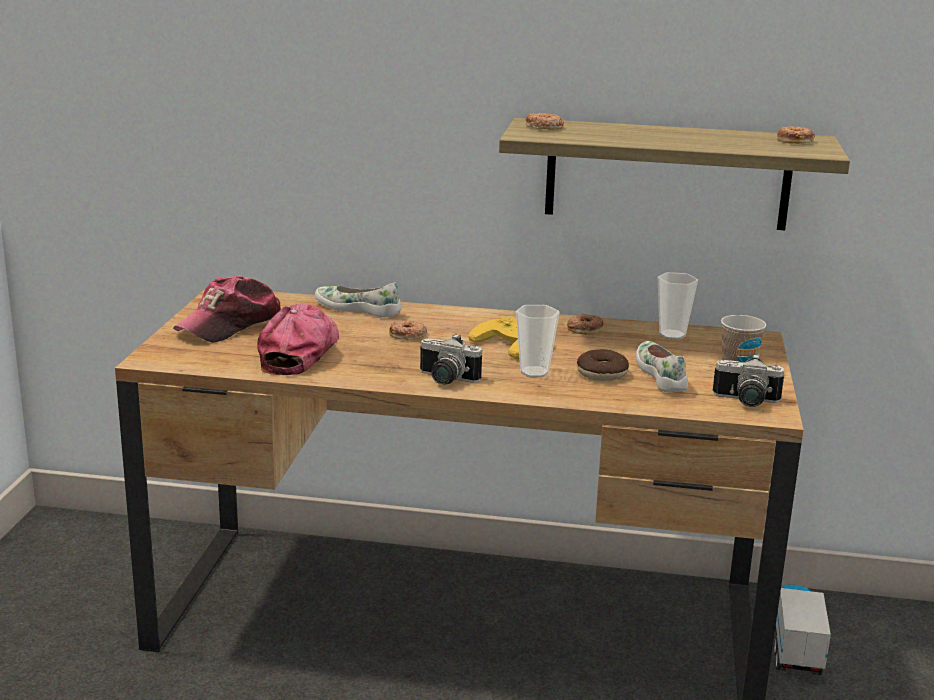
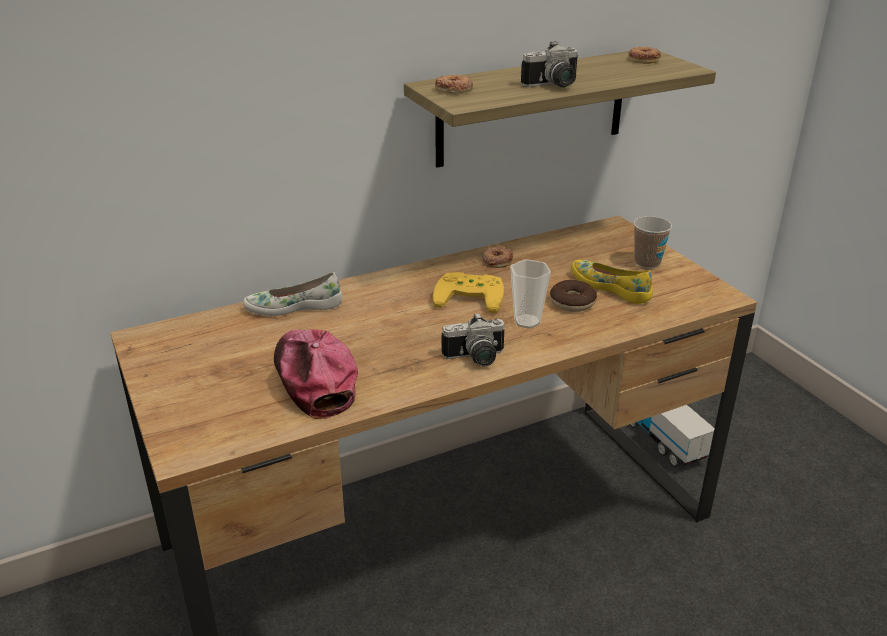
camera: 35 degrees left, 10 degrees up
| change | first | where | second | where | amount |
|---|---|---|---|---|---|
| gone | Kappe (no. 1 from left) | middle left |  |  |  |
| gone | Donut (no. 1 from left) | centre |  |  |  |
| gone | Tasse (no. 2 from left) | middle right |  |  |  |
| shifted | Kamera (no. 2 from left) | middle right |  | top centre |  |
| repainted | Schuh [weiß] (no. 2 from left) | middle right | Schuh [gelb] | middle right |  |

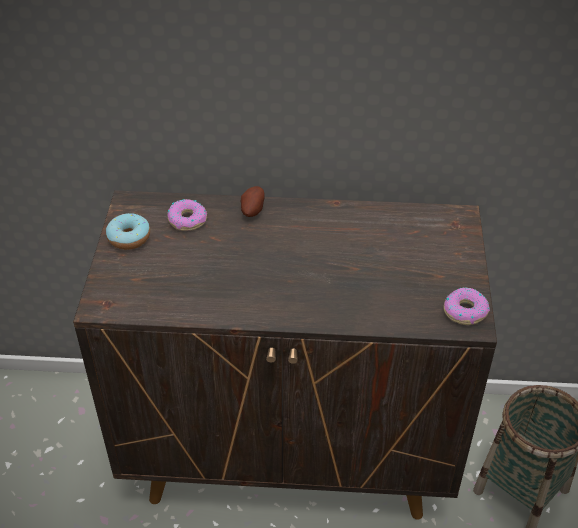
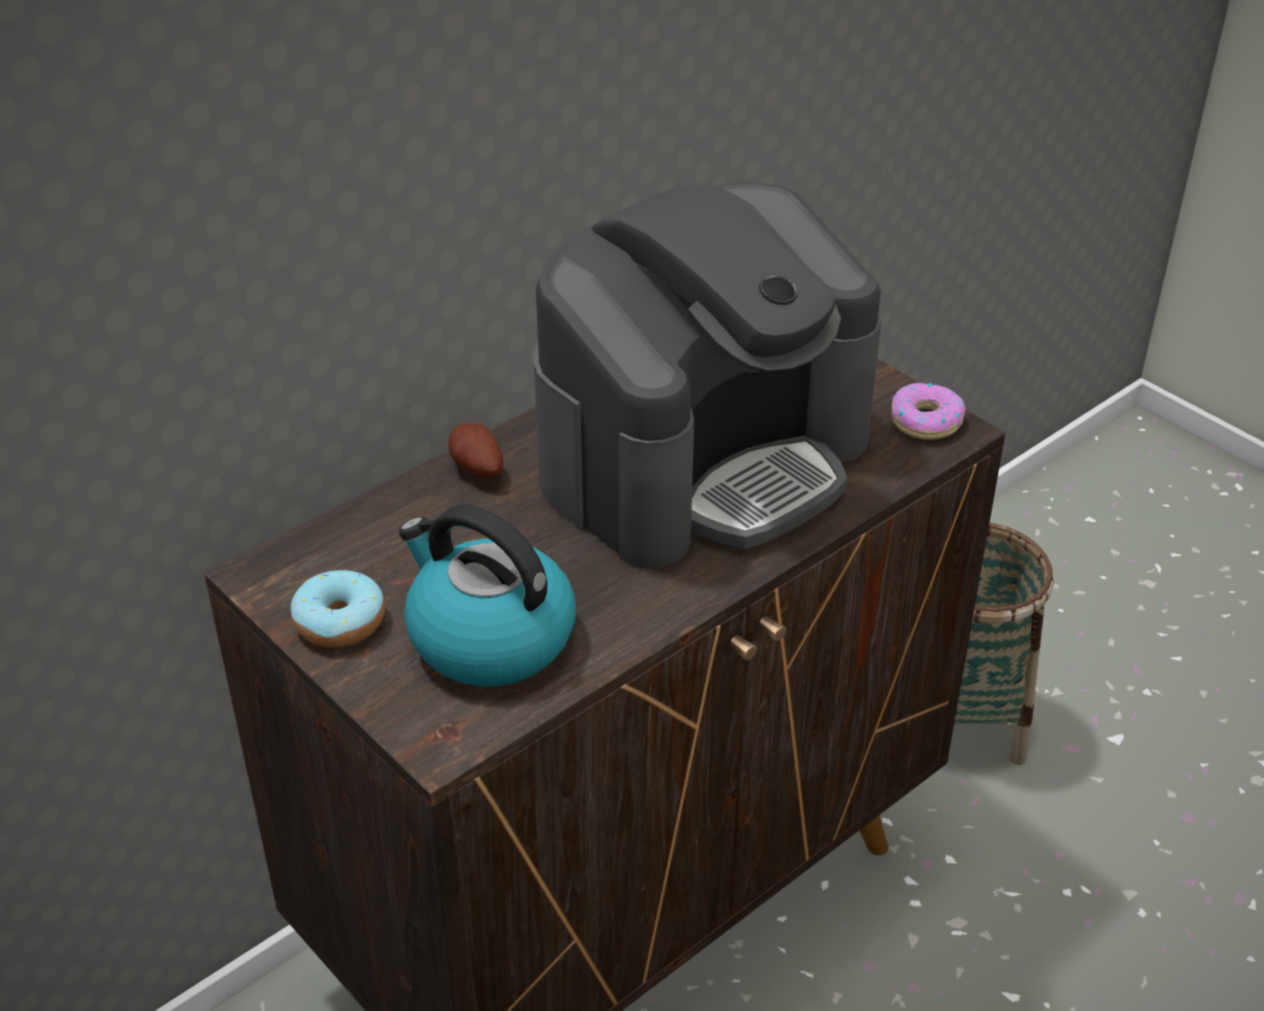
camera: 45 degrees left, 5 degrees down
| change | first | where | second | where | amount |
|---|---|---|---|---|---|
| gone | Donut (no. 2 from left) | middle left |  |  |  |
| new |  |  | Wasserkessel | centre |  |
| new |  |  | Kaffeemaschine | centre |  |

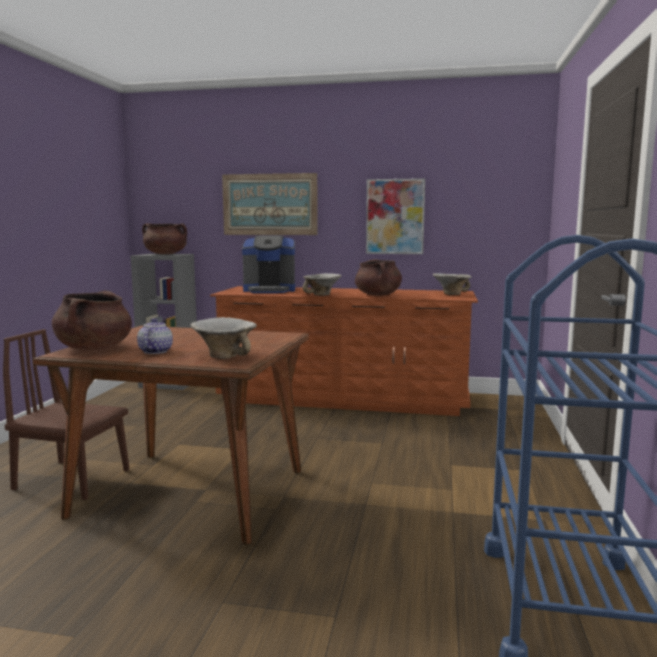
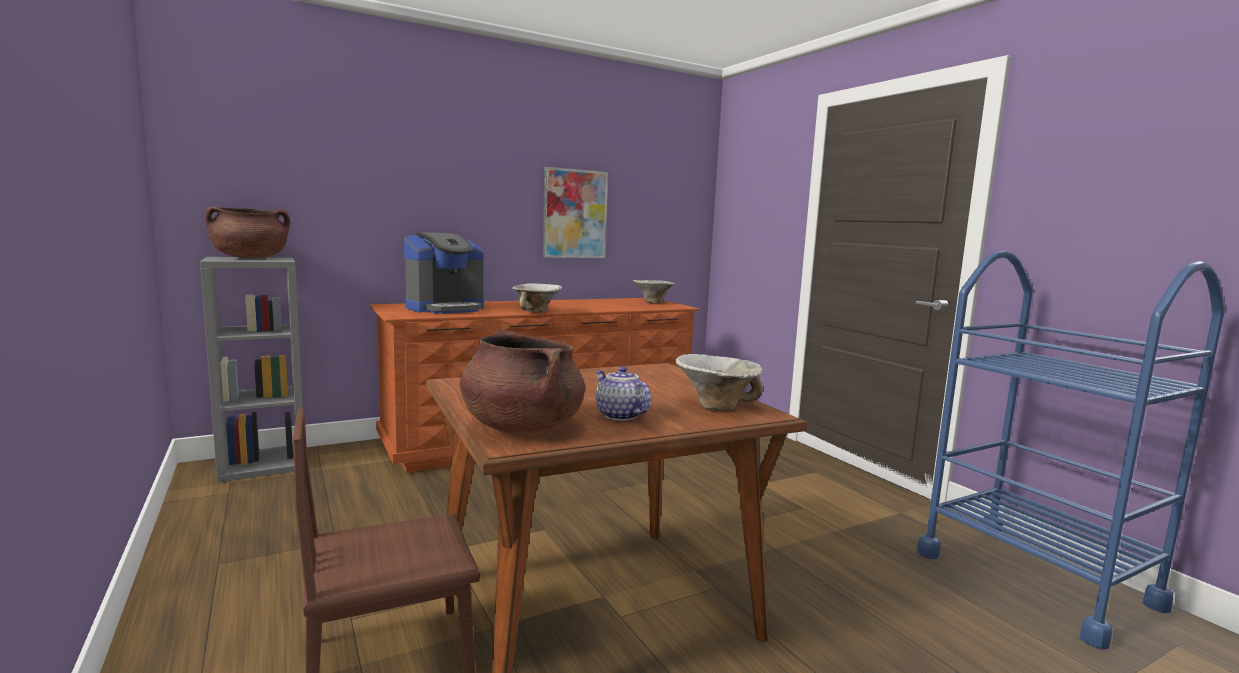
camera: 40 degrees left, 0 degrees up
| change | first | where | second | where | amount |
|---|---|---|---|---|---|
| gone | Bild (no. 1 from left) | top centre |  |  |  |
| gone | Kochtopf [braun] (no. 3 from left) | centre |  |  |  |

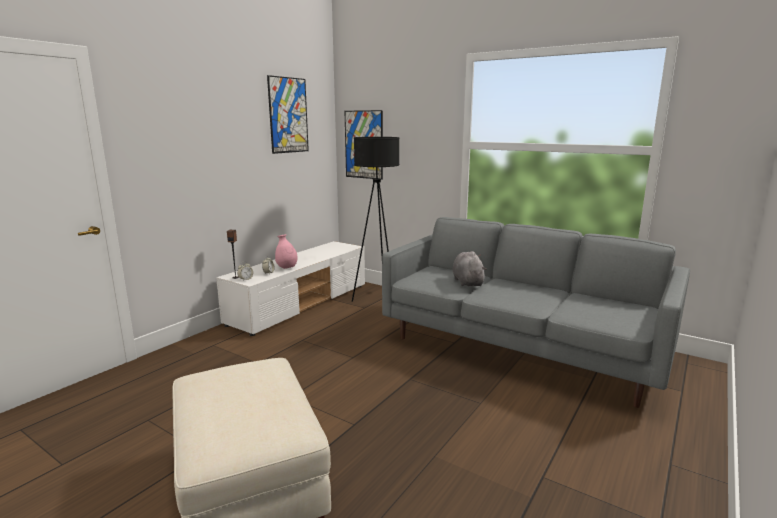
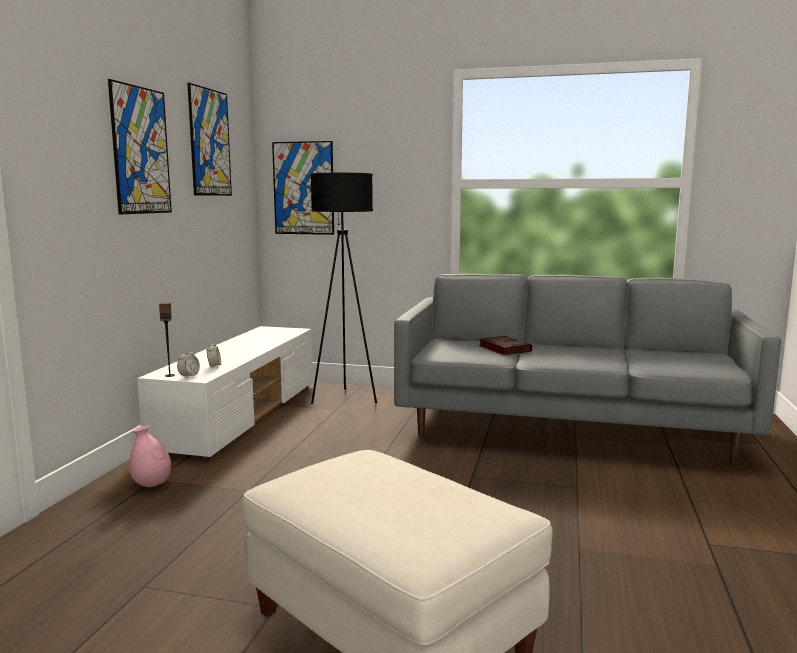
camera: 20 degrees left, 5 degrees down
| change | first | where | second | where | amount |
|---|---|---|---|---|---|
| new |  |  | Bild (no. 1 from left) | top left |  |
| shifted | Vase [rosa] | centre |  | bottom left |  |
| swapped | Plüschtier [grau] | centre | Buch | centre |  |

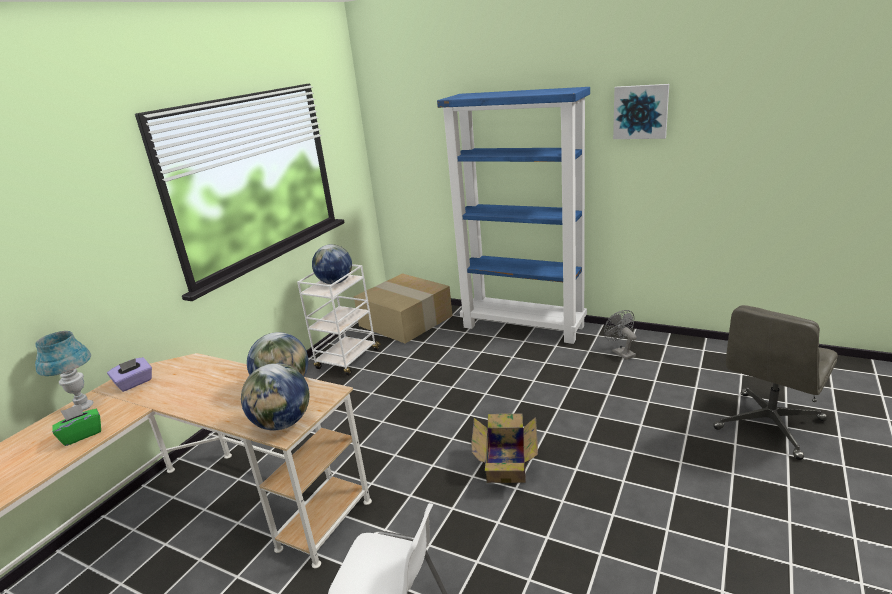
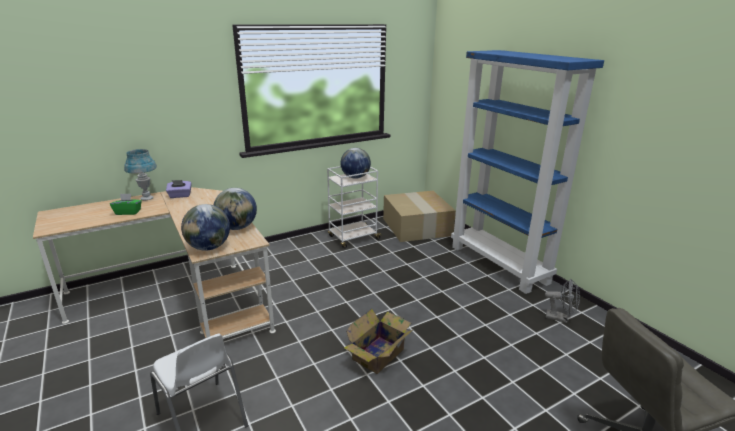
camera: 30 degrees right, 0 degrees up
| change | first | where | second | where | amount |
|---|---|---|---|---|---|
| gone | Bild | top right |  |  |  |
| rotated | Ventilator [grau] | middle right |  | bottom right | 105 degrees clockwise |

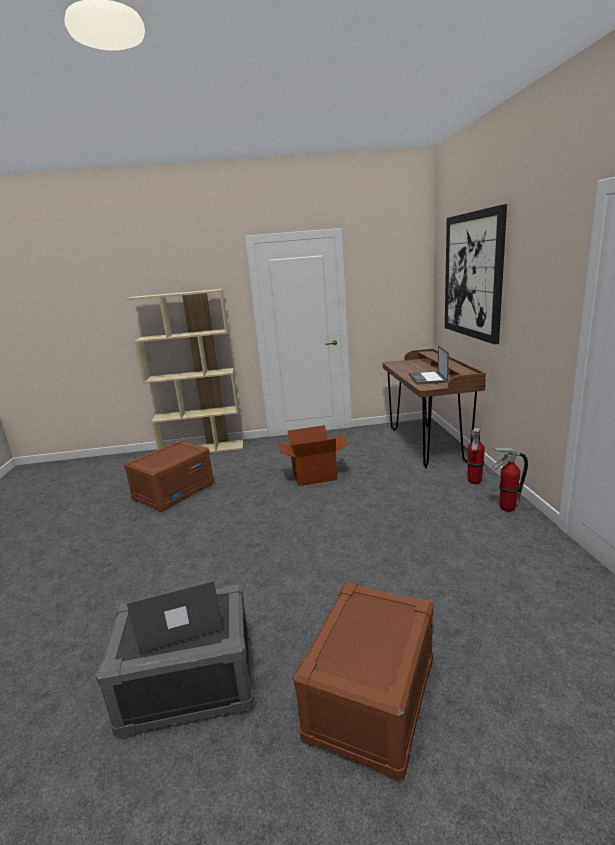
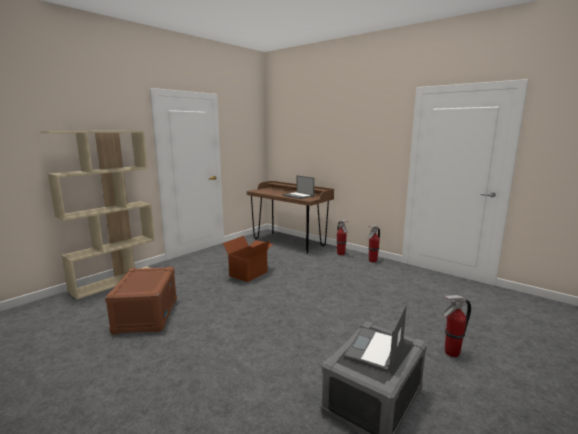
camera: 45 degrees left, 5 degrees down
| change | first | where | second | where | amount |
|---|---|---|---|---|---|
| gone | Bild | top right |  |  |  |
| swapped | Aufbewahrungsbox [braun] (no. 2 from left) | bottom centre | Feuerlöscher (no. 3 from left) | bottom right |  |

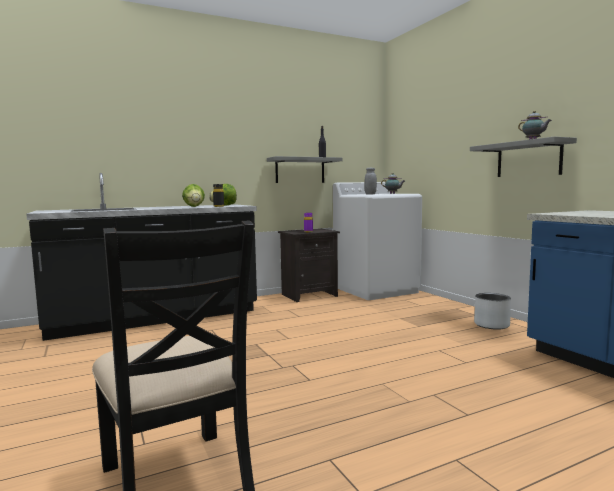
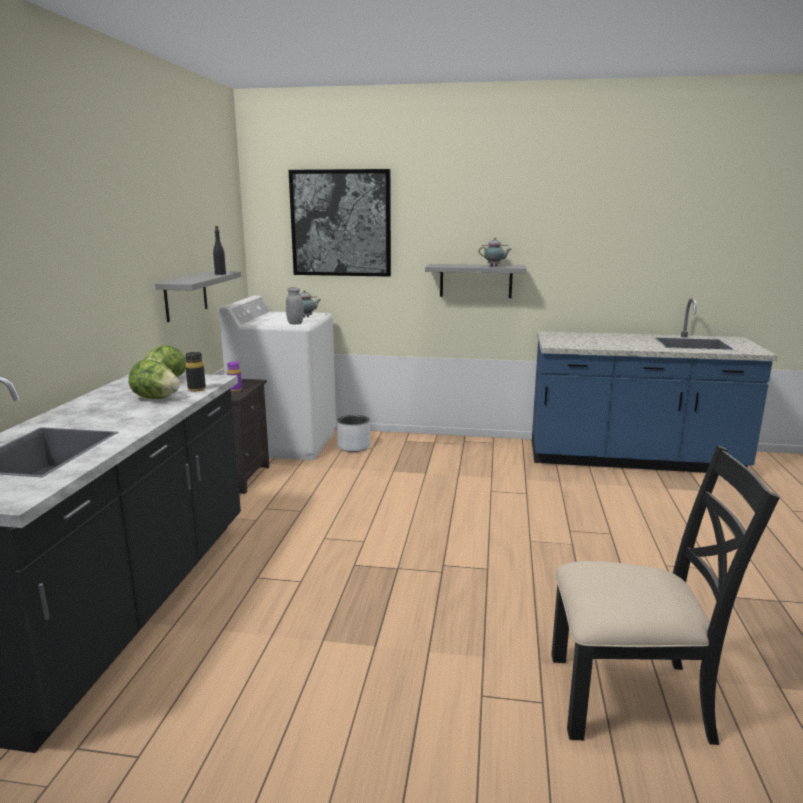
camera: 55 degrees left, 10 degrees up
| change | first | where | second | where | amount |
|---|---|---|---|---|---|
| new |  |  | Bild | top centre |  |
| shifted | Pflanzkübel [grau] | middle right |  | centre |  |

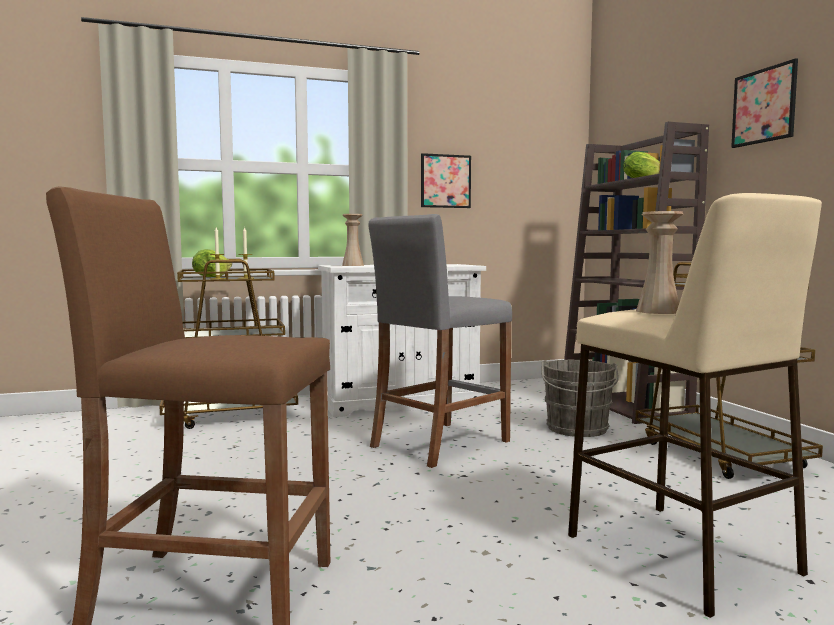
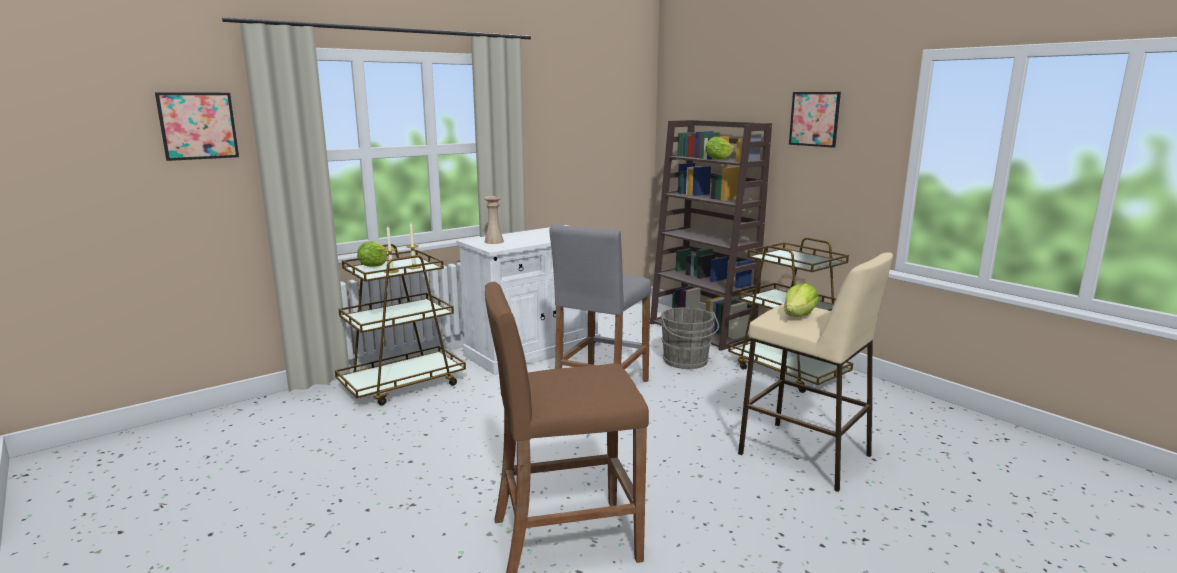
camera: 20 degrees left, 10 degrees up
| change | first | where | second | where | amount |
|---|---|---|---|---|---|
| shifted | Bild (no. 1 from left) | top centre |  | top left |  |
| swapped | Vase [beige] (no. 2 from left) | middle right | Salatkopf (no. 3 from left) | middle right |  |

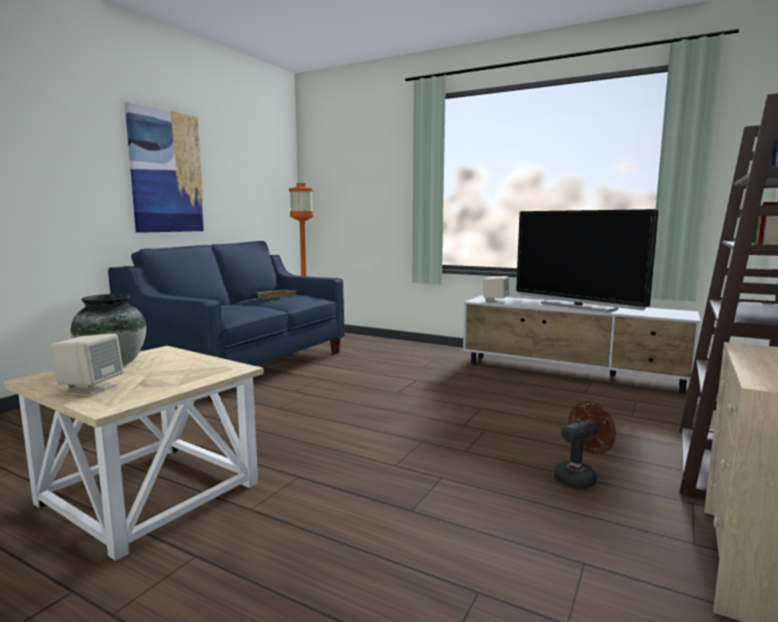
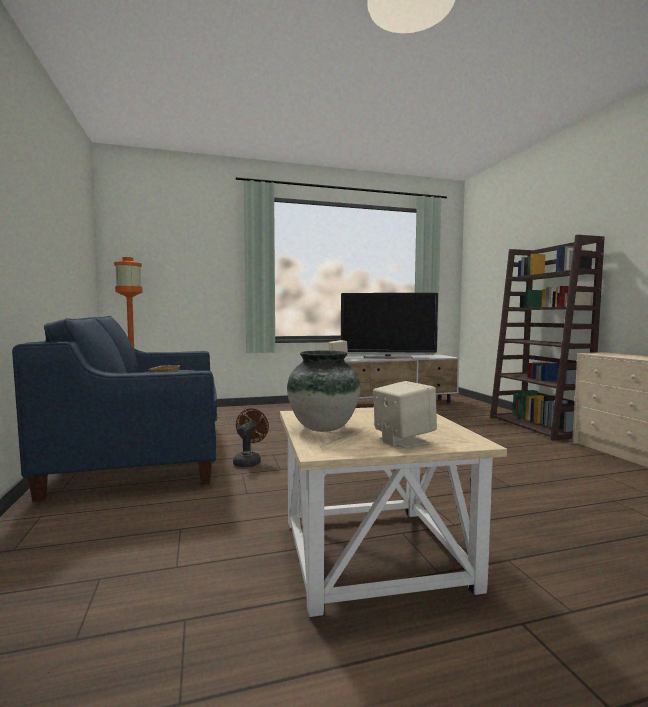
camera: 45 degrees left, 5 degrees down
| change | first | where | second | where | amount |
|---|---|---|---|---|---|
| gone | Bild | top left |  |  |  |
| shifted | Ventilator [braun] | bottom right |  | centre |  |

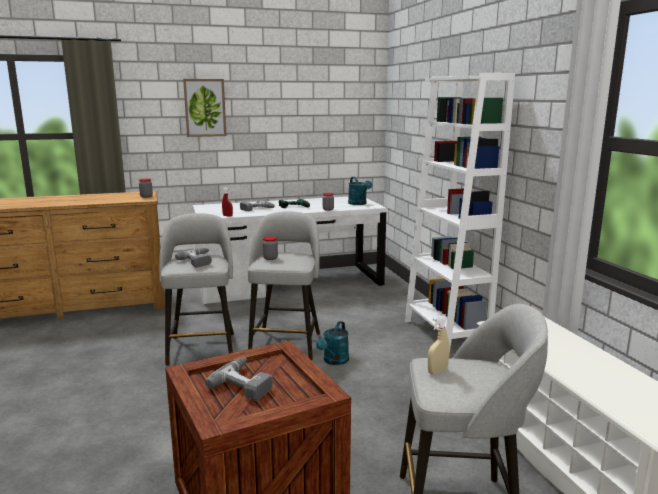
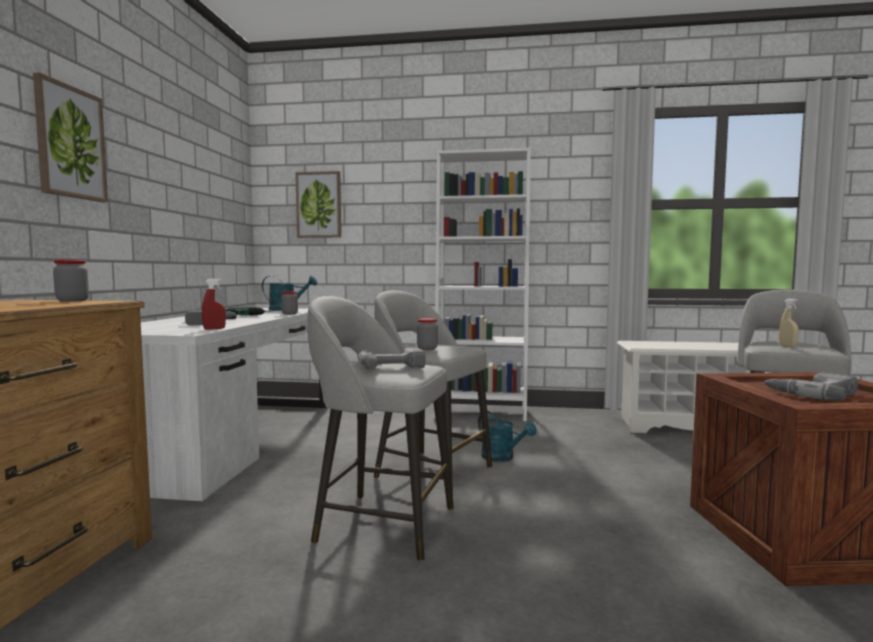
camera: 65 degrees left, 10 degrees down
| change | first | where | second | where | amount |
|---|---|---|---|---|---|
| new |  |  | Bild (no. 2 from left) | top centre |  |

